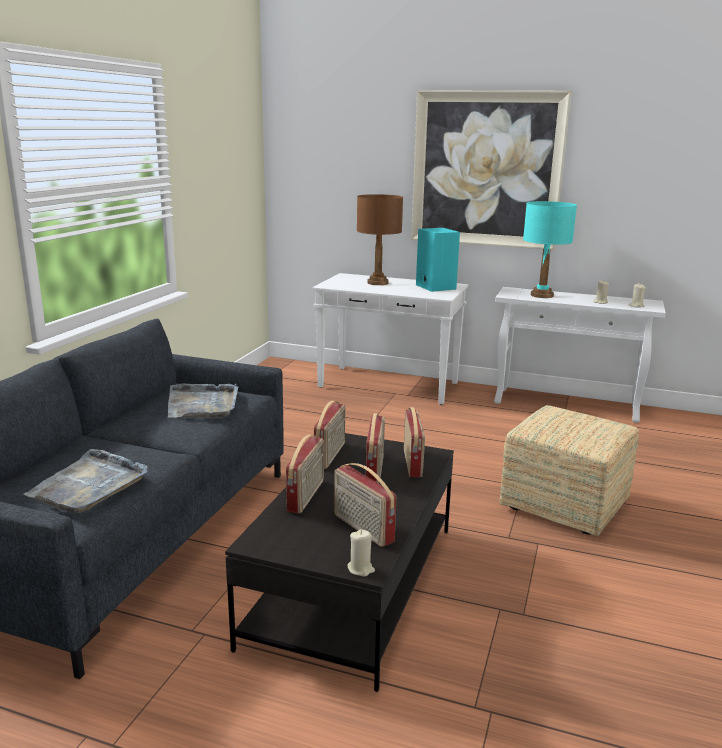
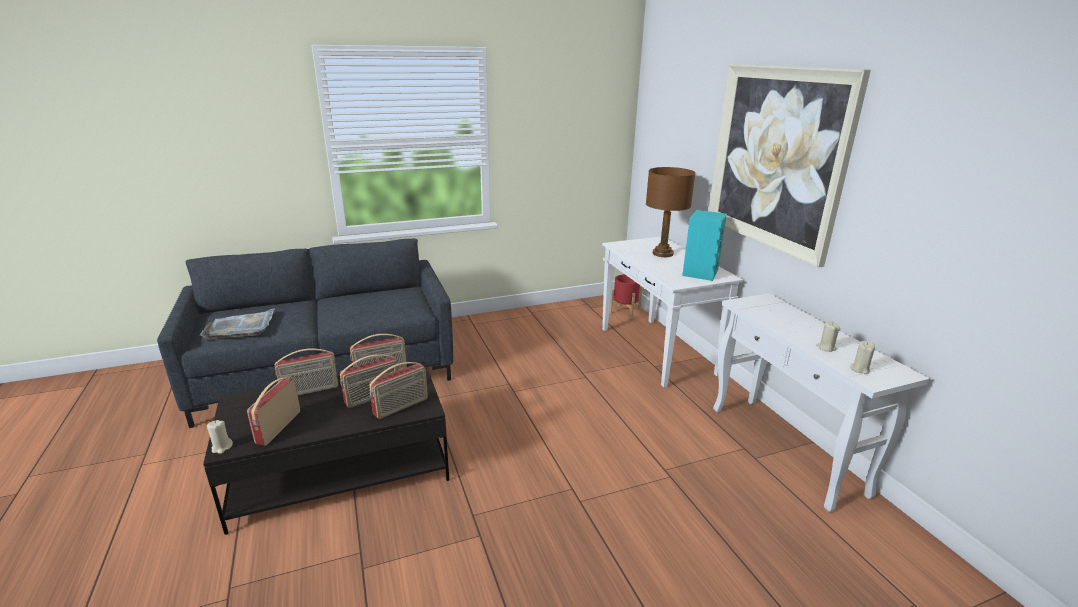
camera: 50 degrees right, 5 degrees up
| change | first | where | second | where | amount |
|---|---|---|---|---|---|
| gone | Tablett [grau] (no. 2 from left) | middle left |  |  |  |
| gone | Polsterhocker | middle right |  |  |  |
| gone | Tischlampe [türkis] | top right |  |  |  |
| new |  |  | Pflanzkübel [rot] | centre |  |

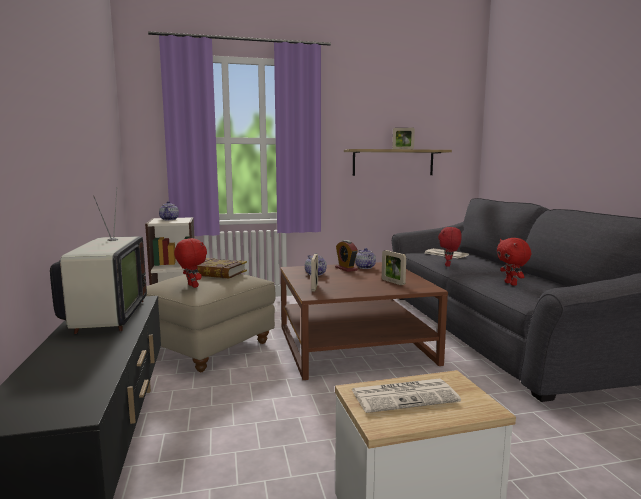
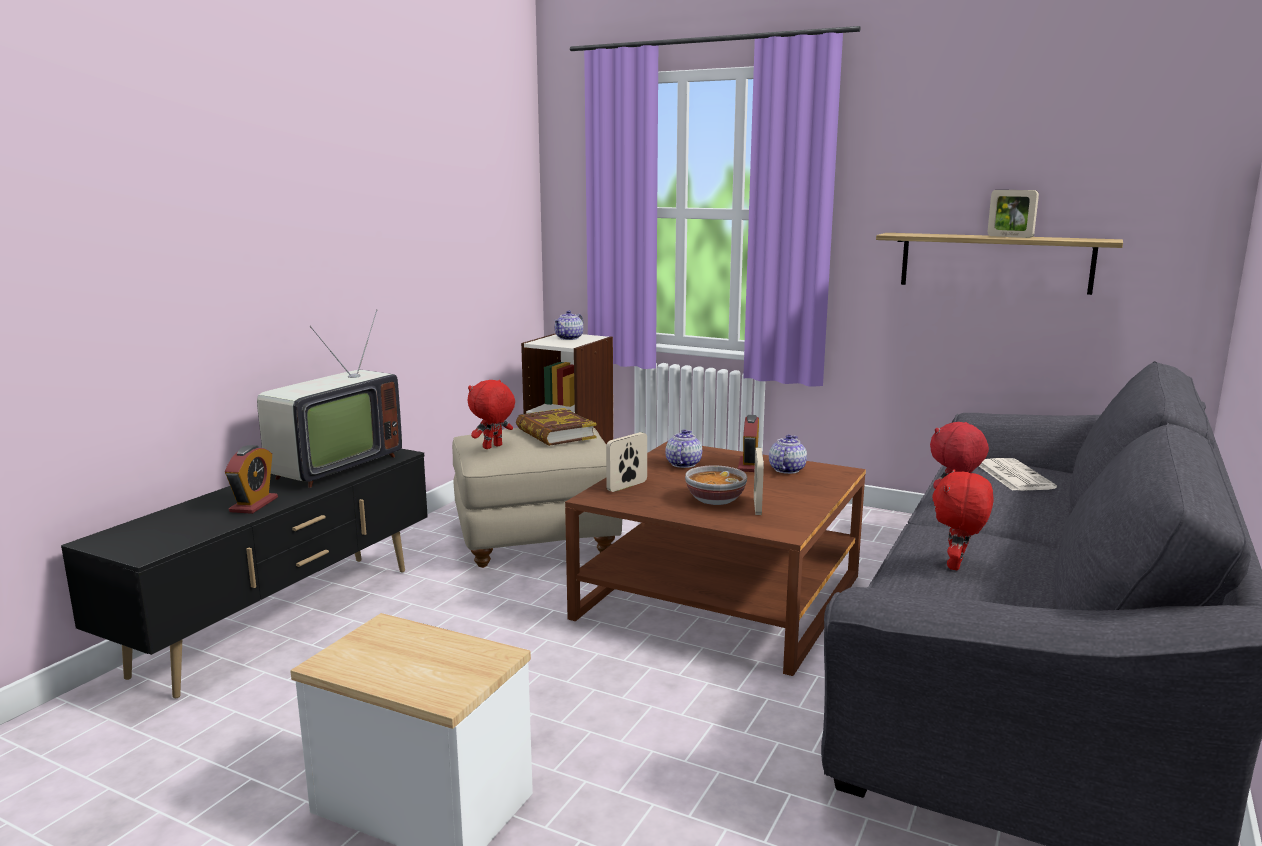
camera: 40 degrees right, 5 degrees up
| change | first | where | second | where | amount |
|---|---|---|---|---|---|
| gone | Zeitung (no. 1 from left) | bottom centre |  |  |  |
| new |  |  | Wecker (no. 1 from left) | middle left |  |
| new |  |  | Schüssel | centre |  |
| rotated | Plüschtier [rot] (no. 1 from left) | middle left |  | centre | 135 degrees counterclockwise |

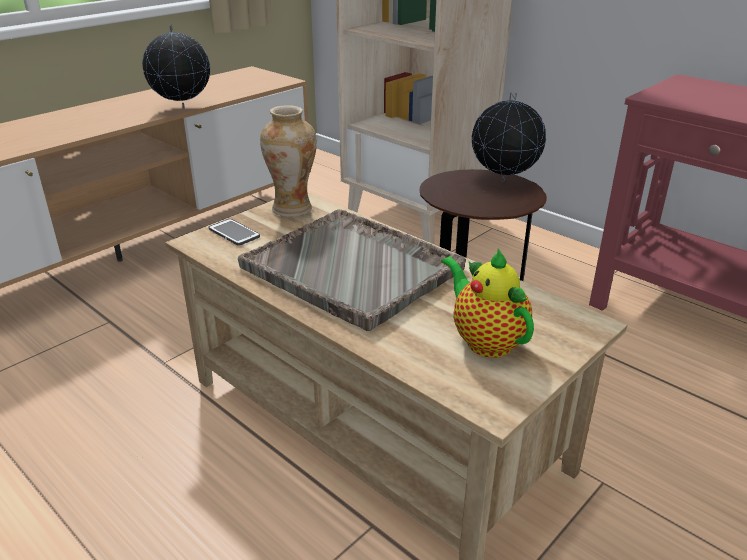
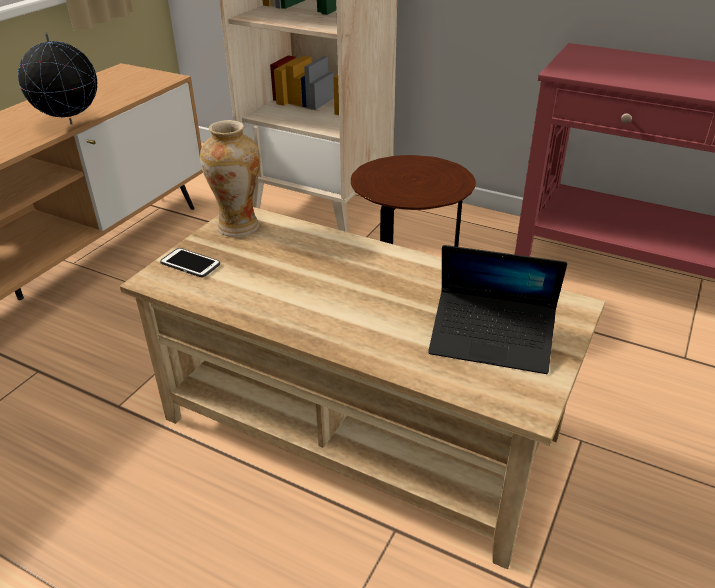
camera: 15 degrees left, 5 degrees up
| change | first | where | second | where | amount |
|---|---|---|---|---|---|
| gone | Tablett [grau] | centre |  |  |  |
| gone | Globus (no. 2 from left) | top right |  |  |  |
| swapped | Teekanne | centre | Laptop | middle right |  |

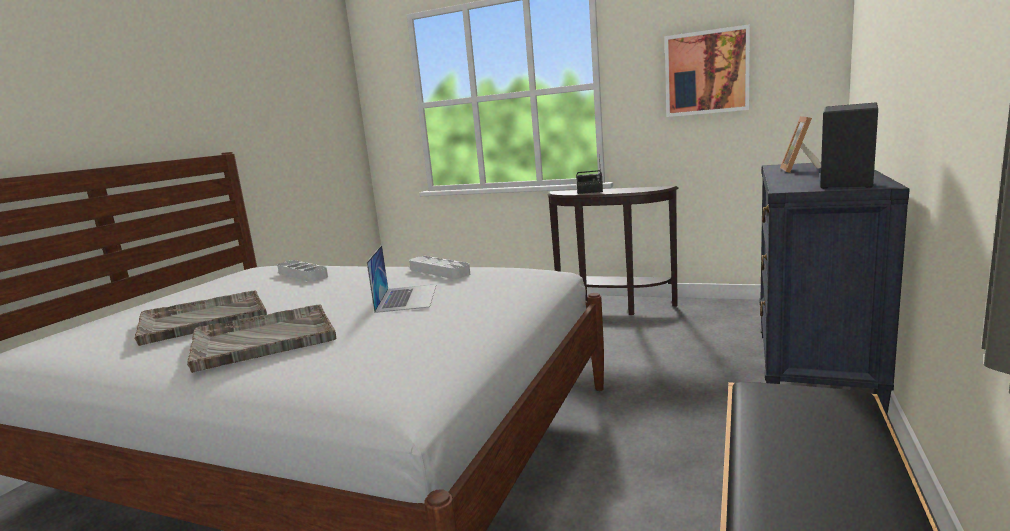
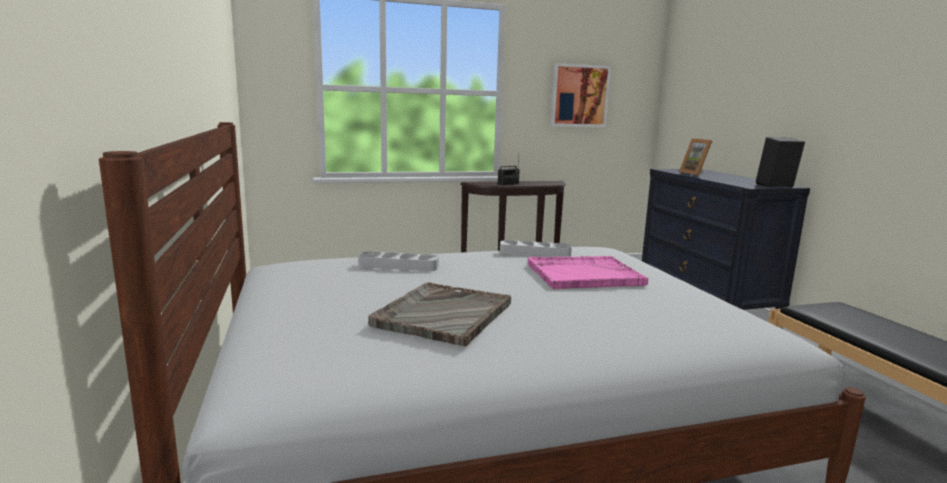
camera: 40 degrees left, 0 degrees up
| change | first | where | second | where | amount |
|---|---|---|---|---|---|
| gone | Tablett [grau] (no. 2 from left) | middle left |  |  |  |
| swapped | Laptop | centre | Tablett [rosa] | centre |  |

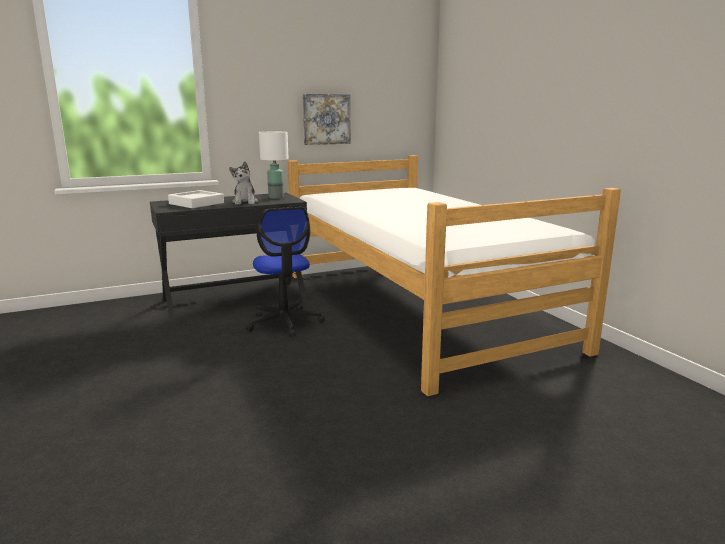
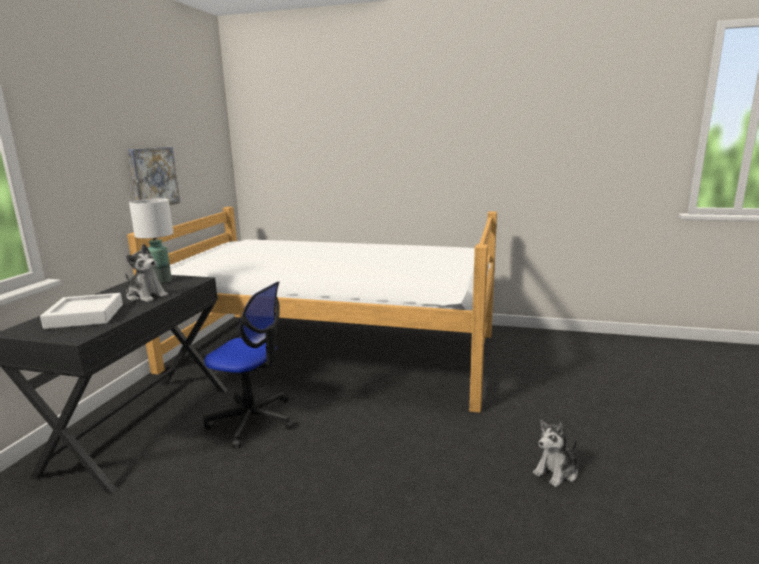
camera: 50 degrees left, 0 degrees up
| change | first | where | second | where | amount |
|---|---|---|---|---|---|
| new |  |  | Plüschtier (no. 2 from left) | bottom right |  |

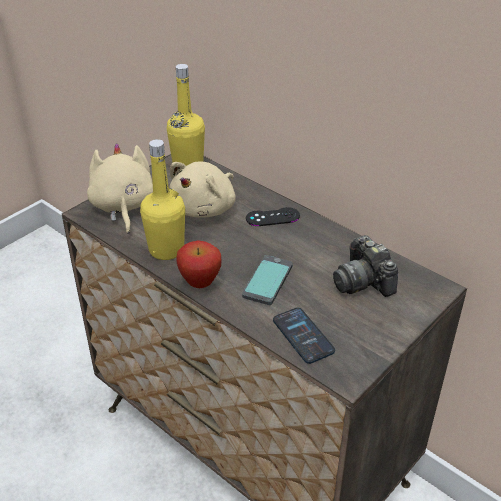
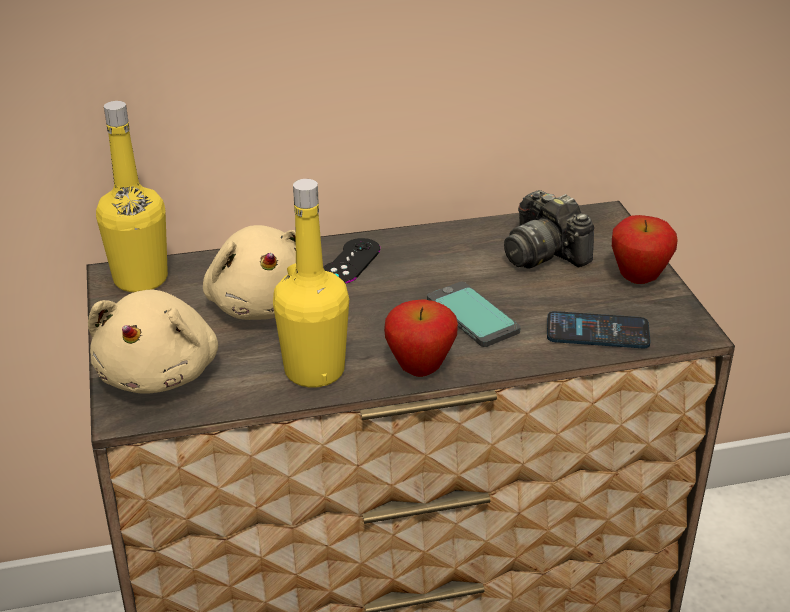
camera: 55 degrees left, 5 degrees down
| change | first | where | second | where | amount |
|---|---|---|---|---|---|
| new |  |  | Apfel (no. 2 from left) | middle right |  |
| rotated | Plüschtier [beige] (no. 1 from left) | middle left |  | middle left | 105 degrees counterclockwise |
| rotated | Kamera | middle right |  | middle right | 45 degrees clockwise |

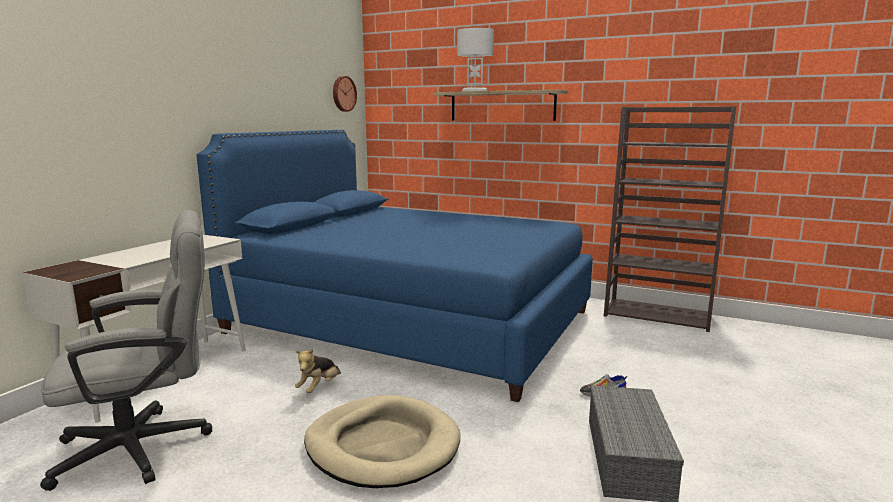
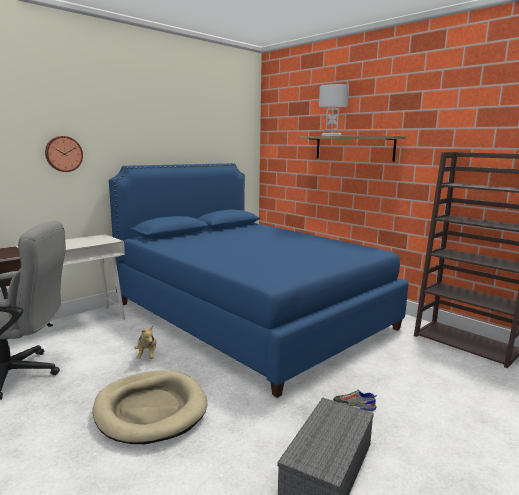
camera: 20 degrees right, 0 degrees up
| change | first | where | second | where | amount |
|---|---|---|---|---|---|
| shifted | Wanduhr | top centre |  | top left |  |
| rotated | Plüschtier | bottom centre |  | bottom left | 60 degrees counterclockwise |

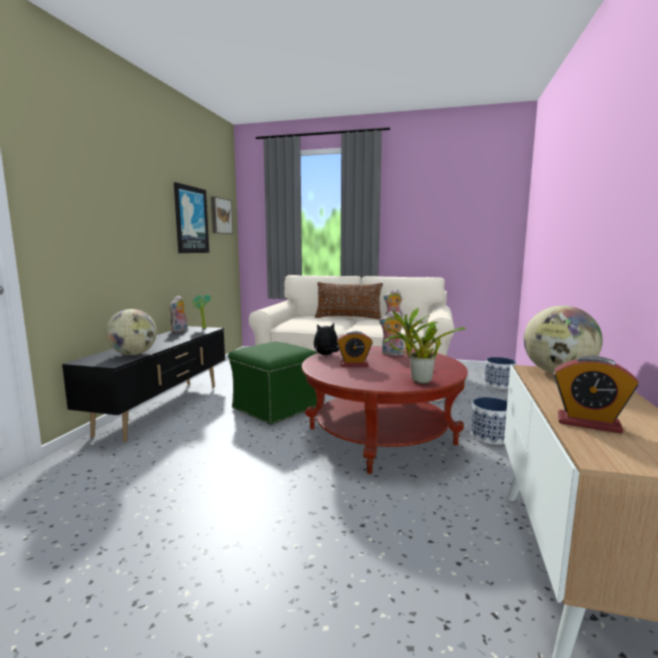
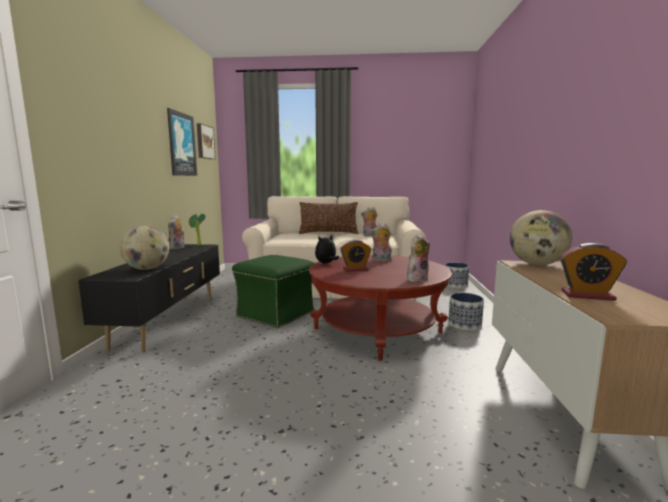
camera: 10 degrees left, 0 degrees up
| change | first | where | second | where | amount |
|---|---|---|---|---|---|
| swapped | Topfpflanze (no. 2 from left) | centre | Plüschtier (no. 5 from left) | centre |  |

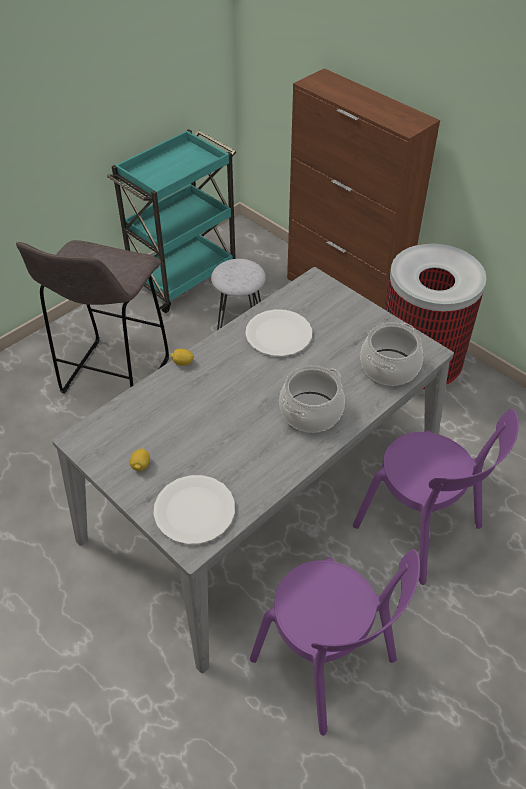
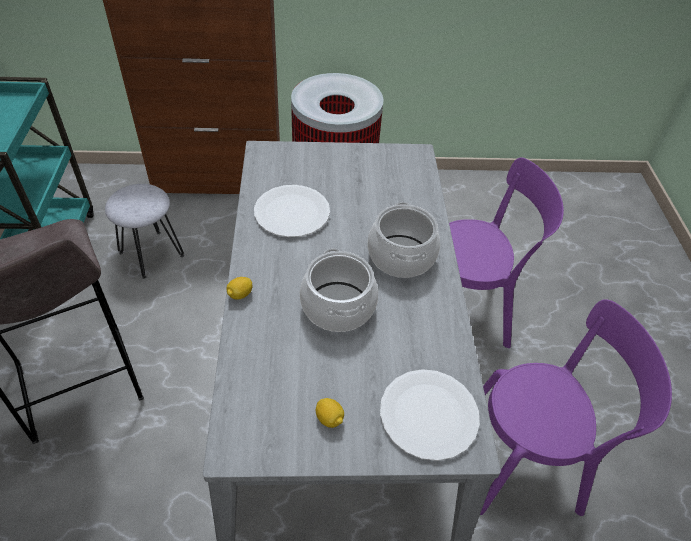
camera: 50 degrees left, 0 degrees up
| change | first | where | second | where | amount |
|---|---|---|---|---|---|
| shifted | Kochtopf (no. 2 from left in the first image) | middle right | Kochtopf (no. 1 from left) | centre |  |

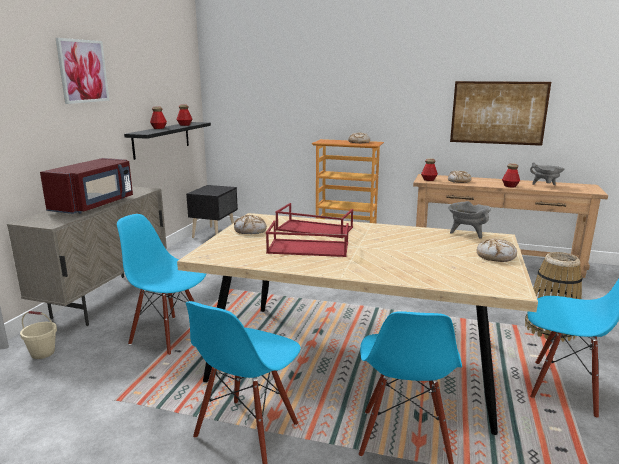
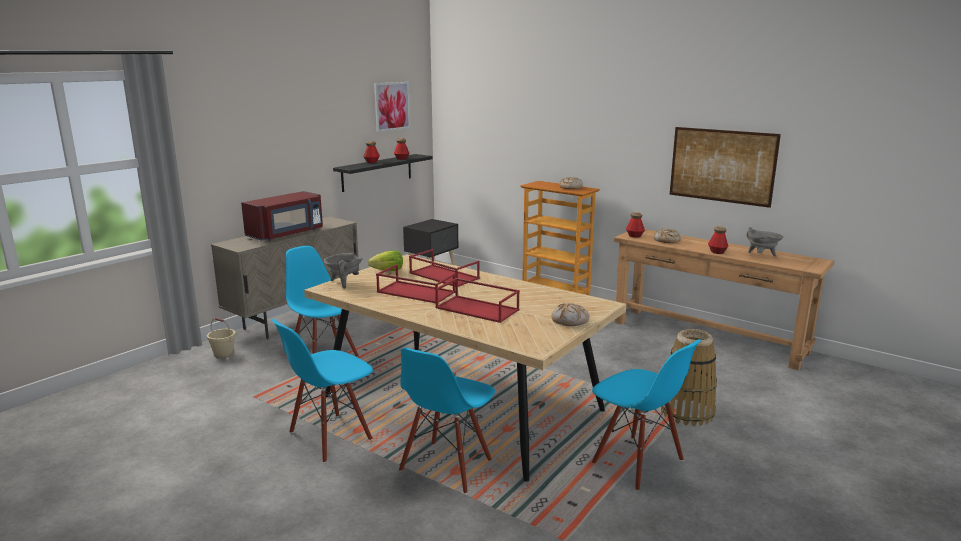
camera: 20 degrees right, 0 degrees up
| change | first | where | second | where | amount |
|---|---|---|---|---|---|
| new |  |  | Tablett [rot] (no. 3 from left) | centre |  |
| shifted | Bild (no. 1 from left) | top left |  | top centre |  |
| shifted | Kochtopf [grau] (no. 1 from left) | middle right |  | centre |  |
| swapped | Brot (no. 1 from left) | centre | Salatkopf | centre |  |

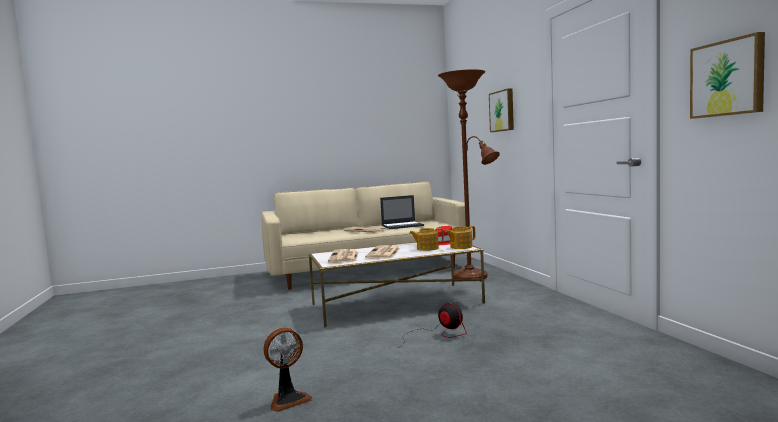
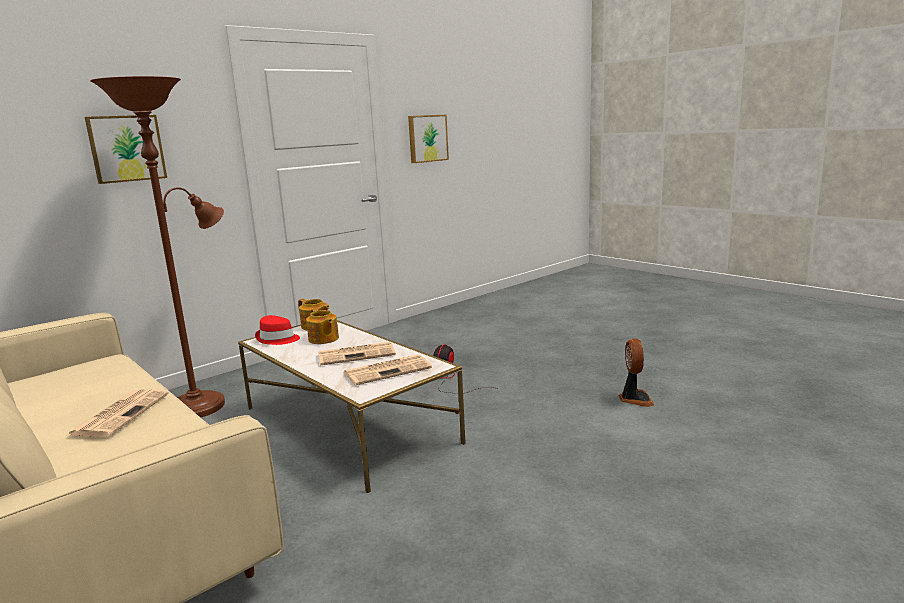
camera: 115 degrees left, 10 degrees up
| change | first | where | second | where | amount |
|---|---|---|---|---|---|
| gone | Laptop | centre |  |  |  |
| rotated | Ventilator (no. 1 from left in the first image) | bottom centre | Ventilator (no. 2 from left) | middle right | 60 degrees clockwise |

